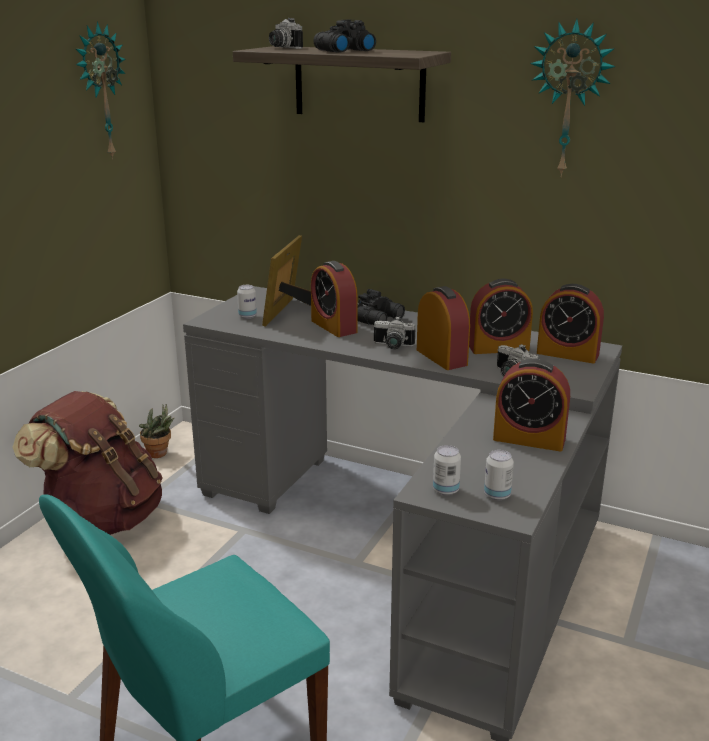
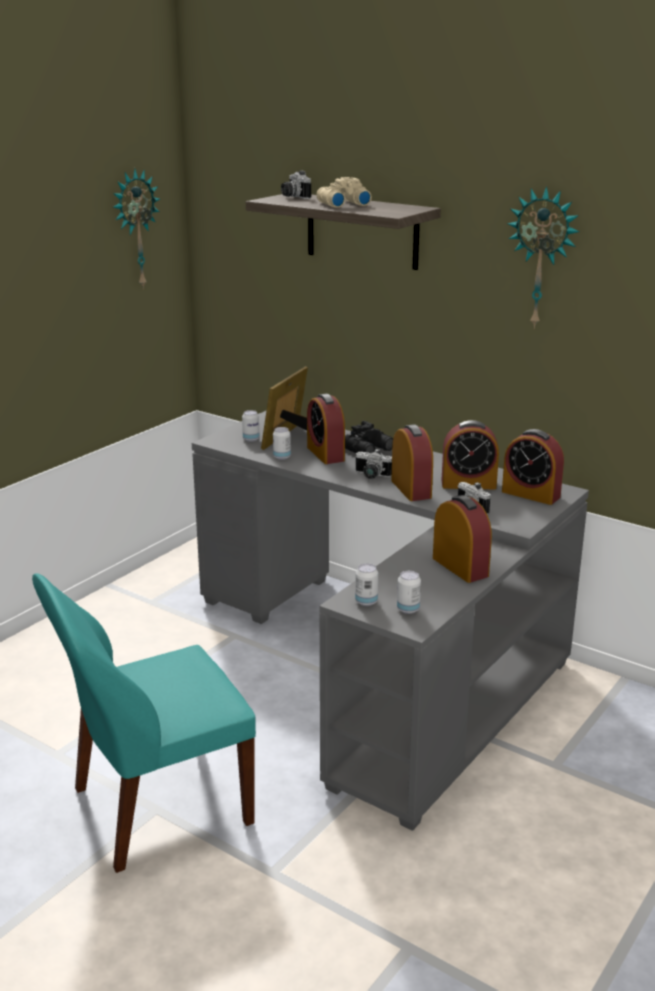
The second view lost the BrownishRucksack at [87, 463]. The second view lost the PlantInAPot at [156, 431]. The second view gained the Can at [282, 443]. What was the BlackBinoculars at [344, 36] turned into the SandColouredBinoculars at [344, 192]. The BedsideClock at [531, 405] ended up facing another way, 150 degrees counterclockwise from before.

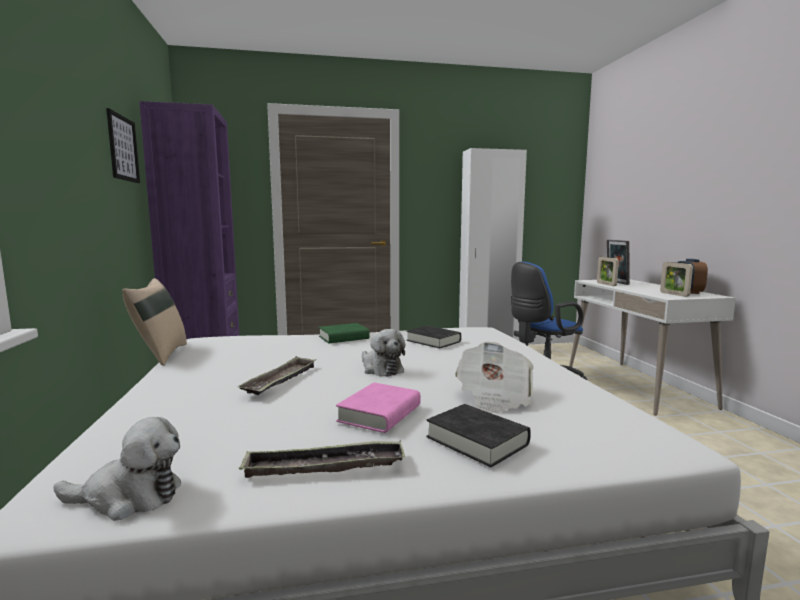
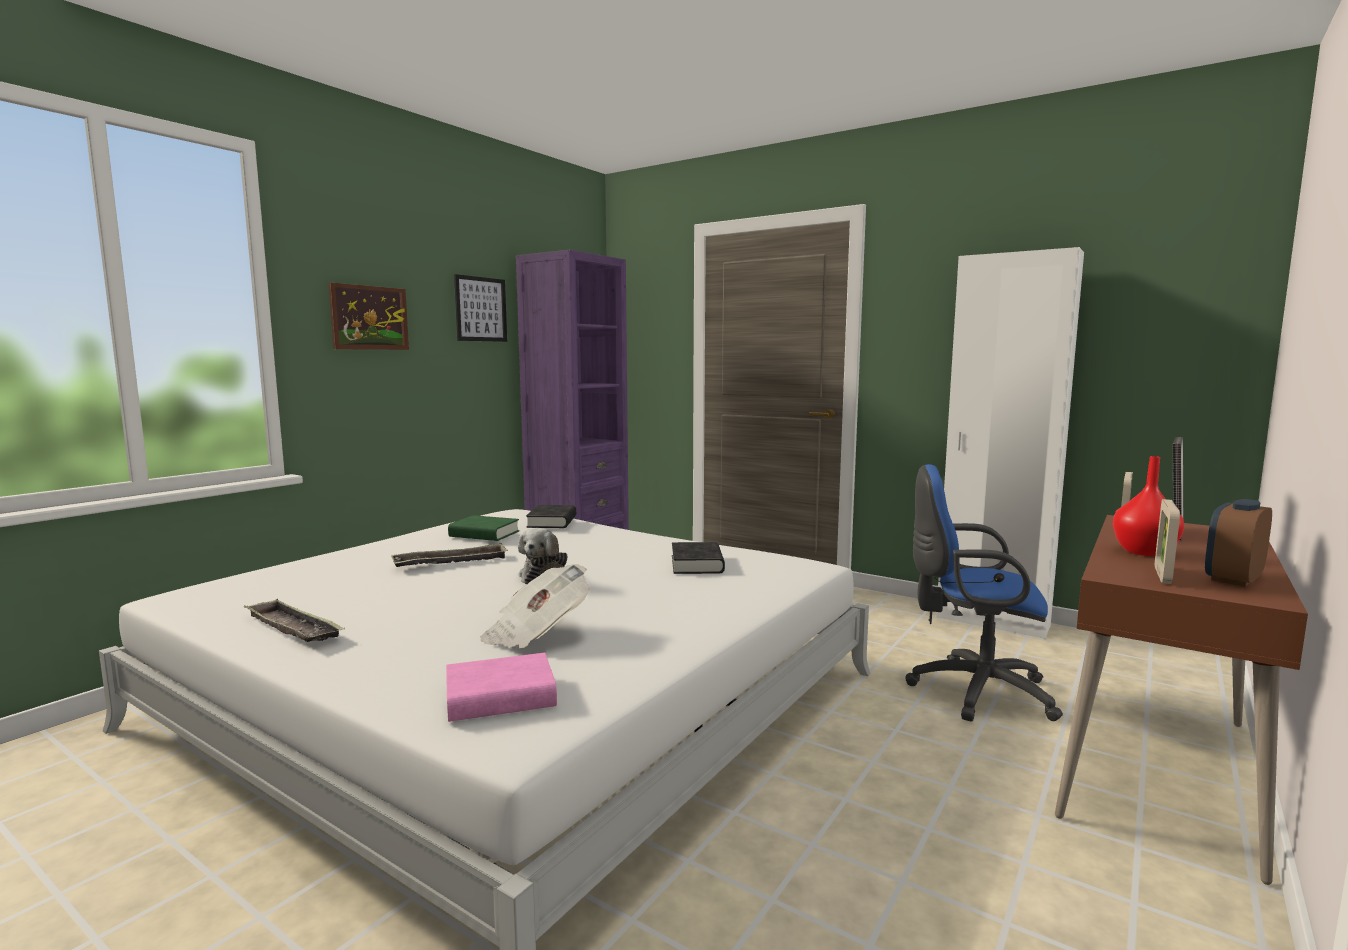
The second view lost the CuddlyToy at [117, 469]. The second view lost the SandColouredCushion at [154, 322]. The second view gained the Picture at [368, 316]. The second view gained the RedColouredFlowerVase at [1148, 506]. The GreenColouredBoundBook ended up elsewhere, having gone from [344, 333] to [483, 528]. The PinkBoundBook ended up elsewhere, having gone from [378, 407] to [501, 687]. The BlackBoundBook ended up elsewhere, having gone from [478, 435] to [551, 516]. What was the WhitishDesk at [652, 347] turned into the BrownishDesk at [1181, 700].

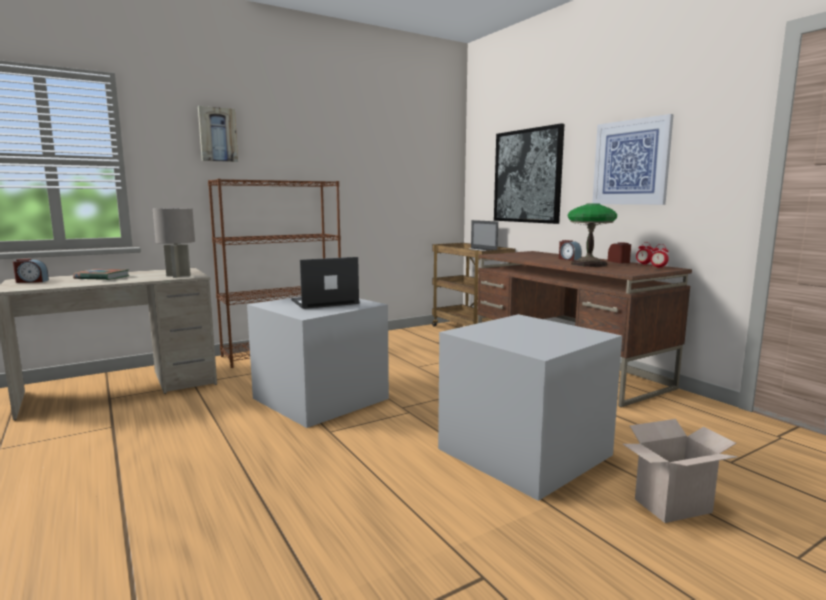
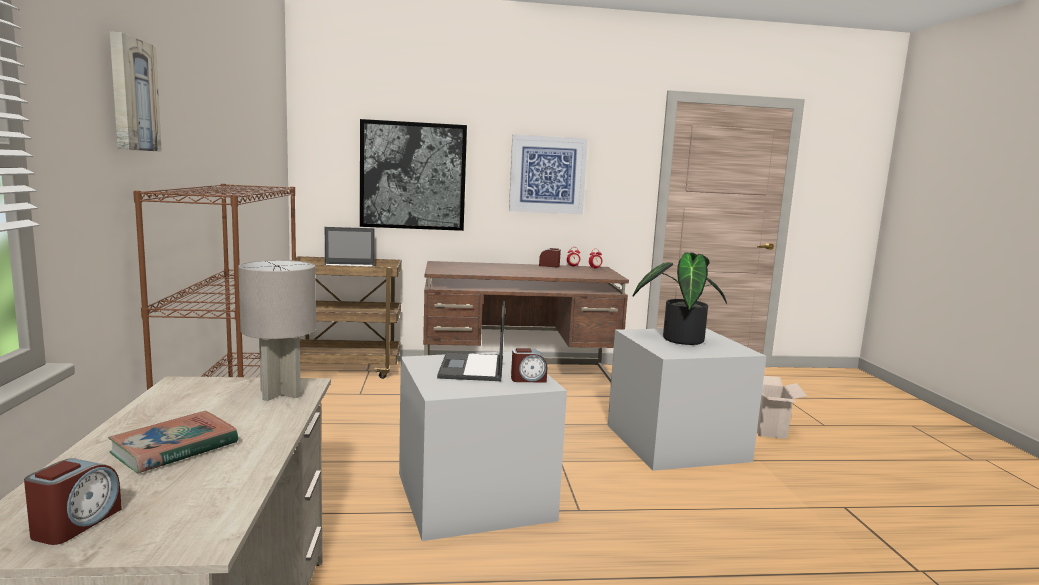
The second view lost the TableLamp at [592, 235]. The second view gained the PlantInAPot at [680, 298]. The BedsideClock ended up elsewhere, having gone from [570, 250] to [529, 365].

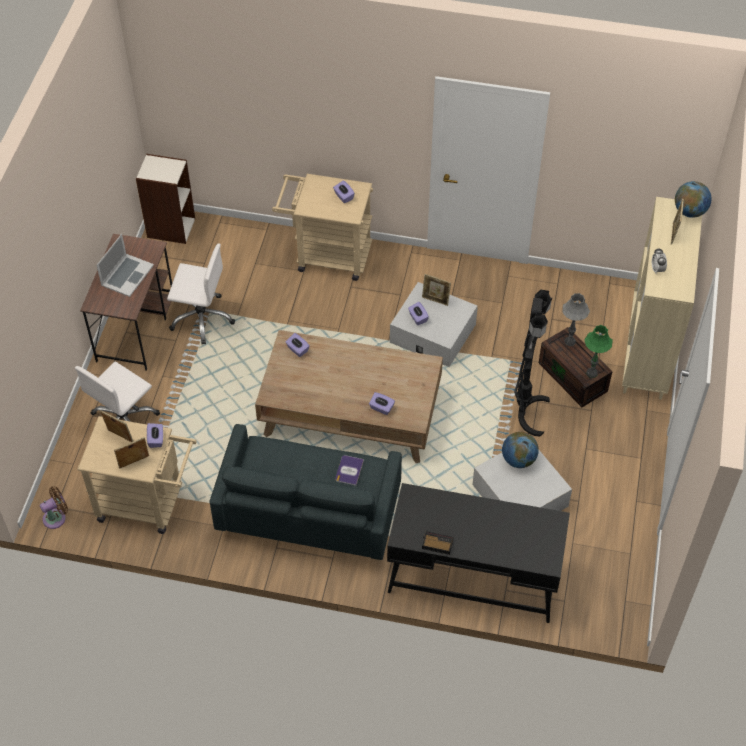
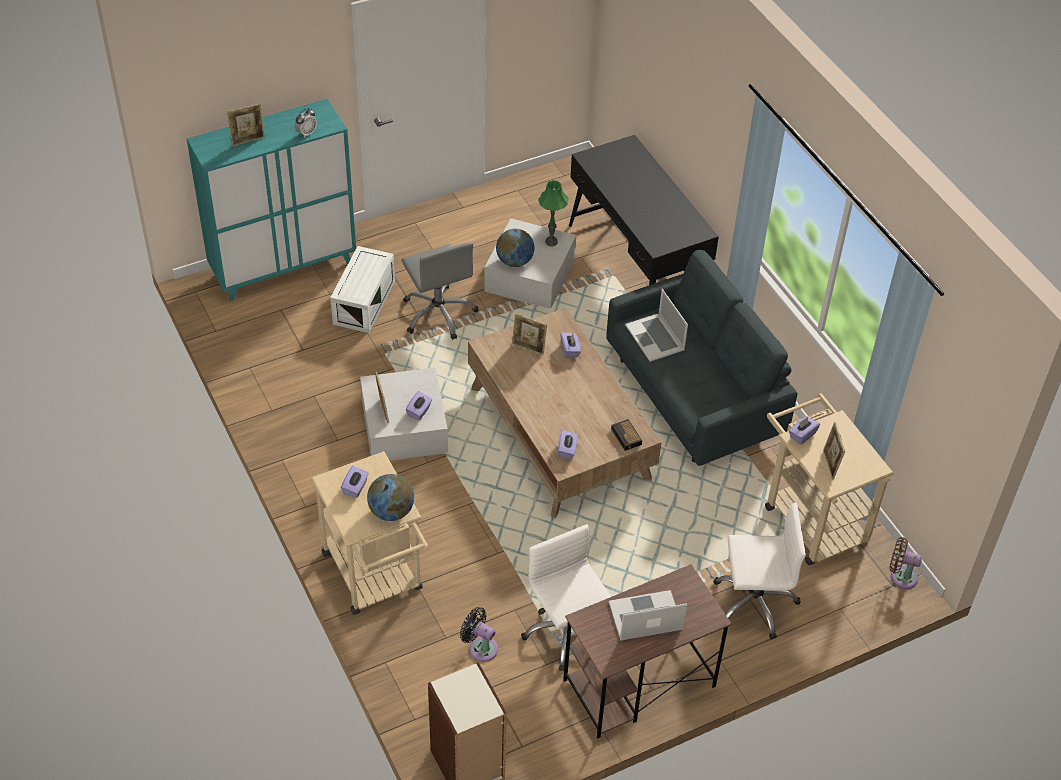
The second view lost the GreyTableLamp at [576, 319]. The second view gained the BlackFan at [479, 634]. The PictureFrame ended up elsewhere, having gone from [131, 453] to [529, 334]. The BedsideClock ended up elsewhere, having gone from [437, 543] to [626, 435]. The GreenColouredTableLamp ended up elsewhere, having gone from [599, 351] to [553, 213]. The DeskGlobe ended up elsewhere, having gone from [693, 199] to [390, 497]. Where the BoundBook stood at [349, 470], the Laptop came to stand at [656, 325]. Where the BlackStandardLamp stood at [533, 363], the GreyOfficeChair came to stand at [439, 291]. What was the BrownishStorageBox at [576, 367] turned into the WhitishStorageBox at [362, 289]. What was the SandColouredCupboard at [662, 298] turned into the TurquoiseCupboard at [271, 200].

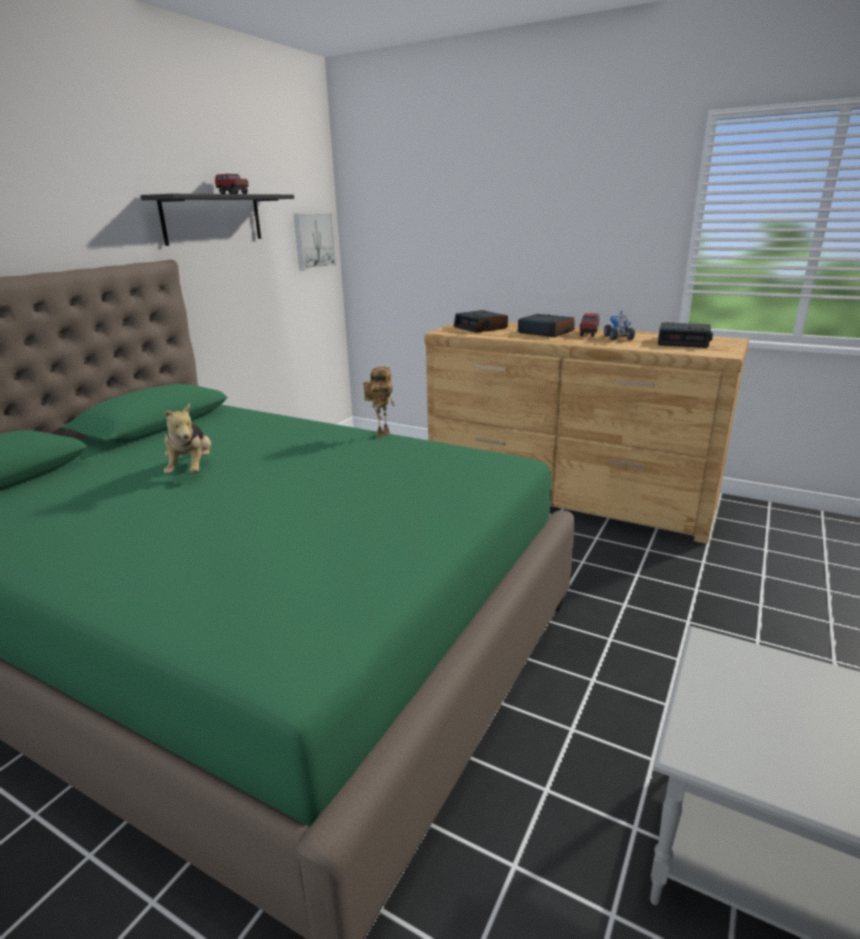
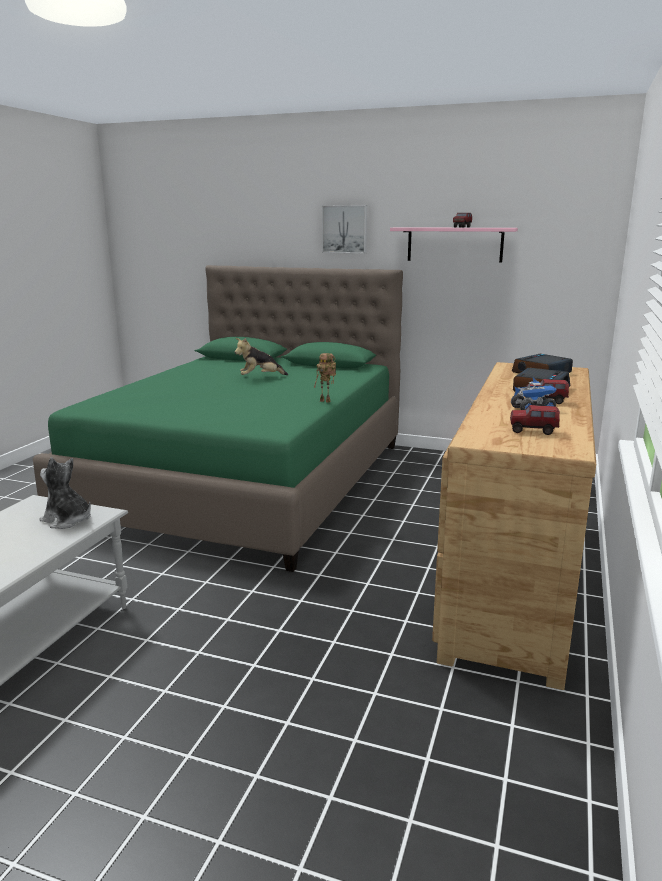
The second view gained the CuddlyToy at [65, 493]. The Picture ended up elsewhere, having gone from [315, 241] to [344, 229]. Where the BedsideClock stood at [685, 335], the ToyLorry came to stand at [535, 420]. What was the BlackWallShelf at [217, 220] turned into the PinkWallShelf at [454, 244].

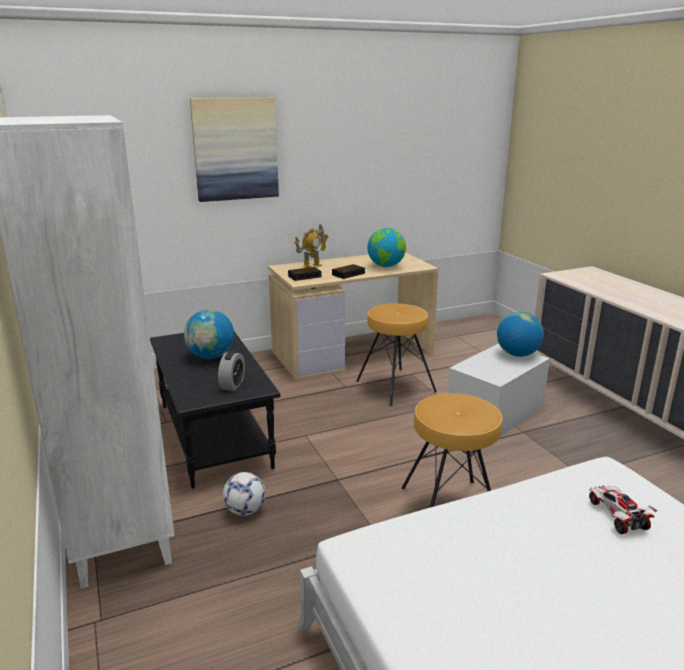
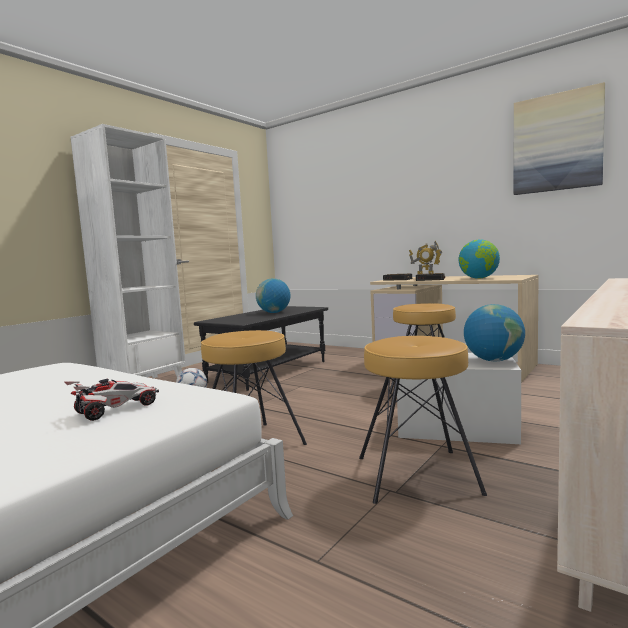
The second view lost the BedsideClock at [231, 371]. The second view gained the BrownishStoolSeat at [423, 420]. The Picture ended up elsewhere, having gone from [234, 149] to [559, 138].

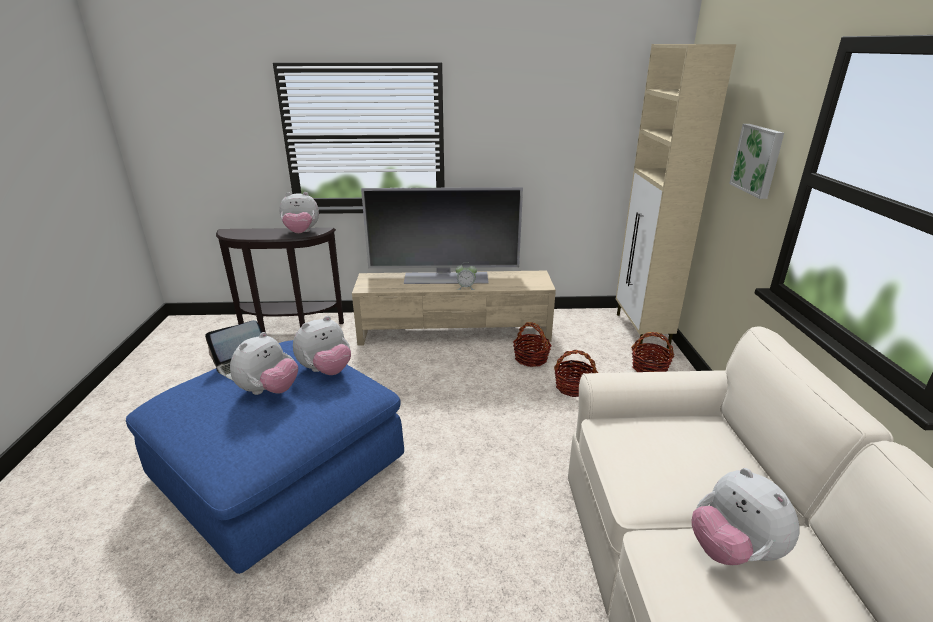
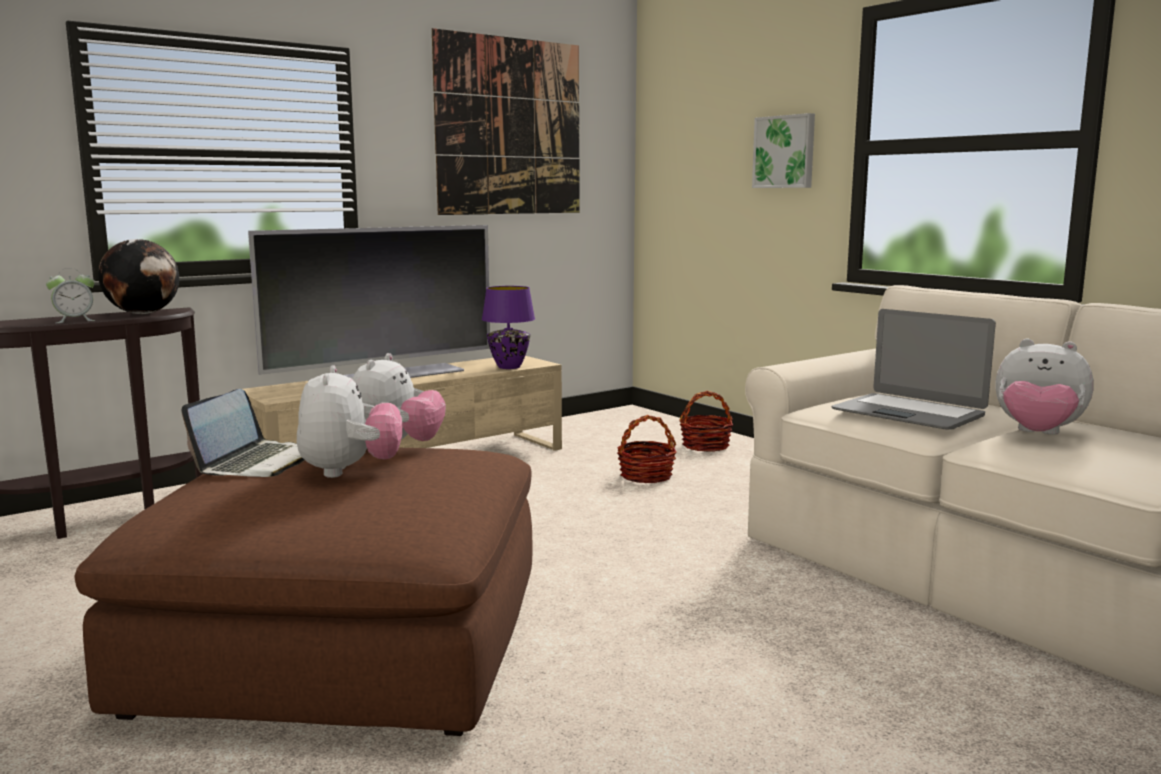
The second view lost the Basket at [532, 344]. The second view lost the SandColouredCupboard at [676, 196]. The second view gained the Picture at [505, 121]. The second view gained the PurpleTableLamp at [508, 327]. The second view gained the Laptop at [914, 369]. The BedsideClock ended up elsewhere, having gone from [466, 276] to [71, 295]. Where the CuddlyToy stood at [299, 212], the DeskGlobe came to stand at [138, 276]. What was the BlueColouredFootrest at [265, 457] turned into the BrownishFootrest at [303, 592].

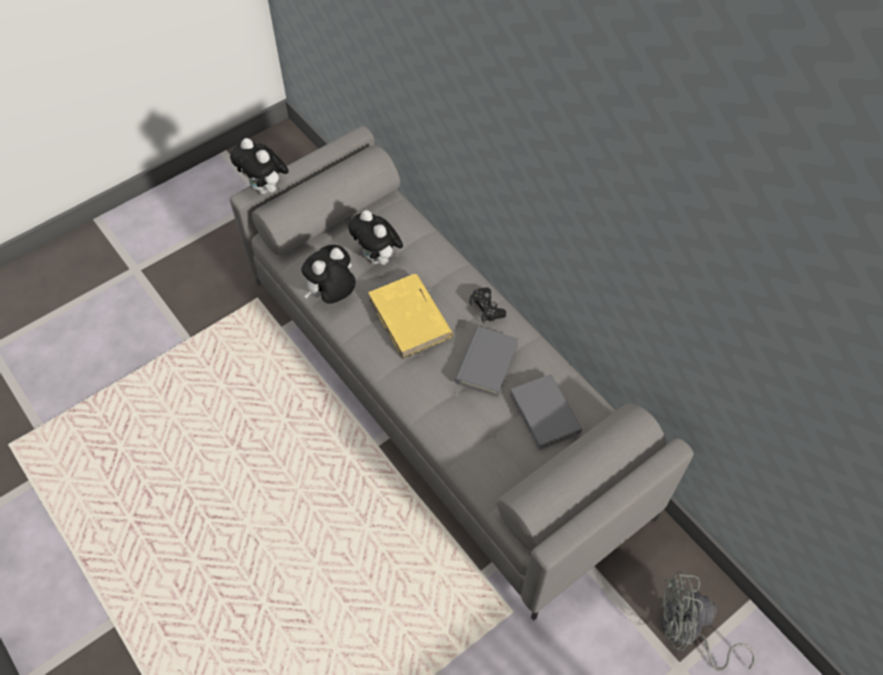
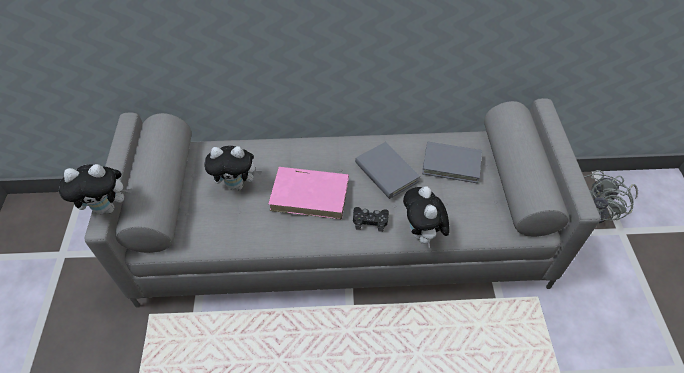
The CuddlyToy ended up elsewhere, having gone from [329, 274] to [426, 217]. The BlackJoypad ended up elsewhere, having gone from [487, 305] to [371, 219]. What was the YellowBoundBook at [410, 316] turned into the PinkBoundBook at [308, 193].

